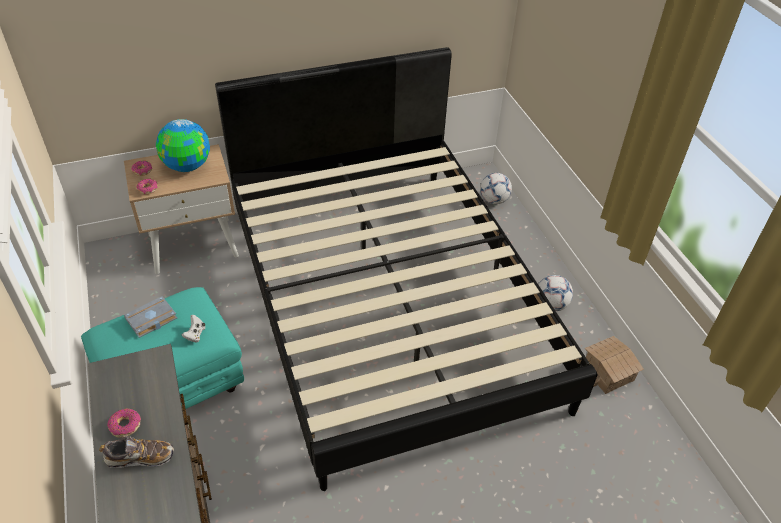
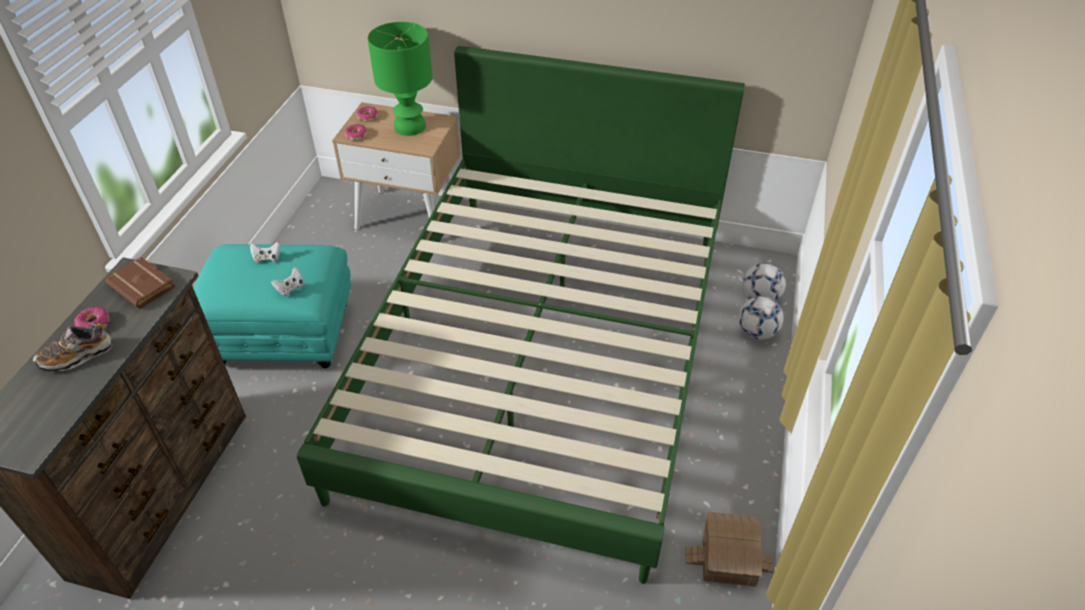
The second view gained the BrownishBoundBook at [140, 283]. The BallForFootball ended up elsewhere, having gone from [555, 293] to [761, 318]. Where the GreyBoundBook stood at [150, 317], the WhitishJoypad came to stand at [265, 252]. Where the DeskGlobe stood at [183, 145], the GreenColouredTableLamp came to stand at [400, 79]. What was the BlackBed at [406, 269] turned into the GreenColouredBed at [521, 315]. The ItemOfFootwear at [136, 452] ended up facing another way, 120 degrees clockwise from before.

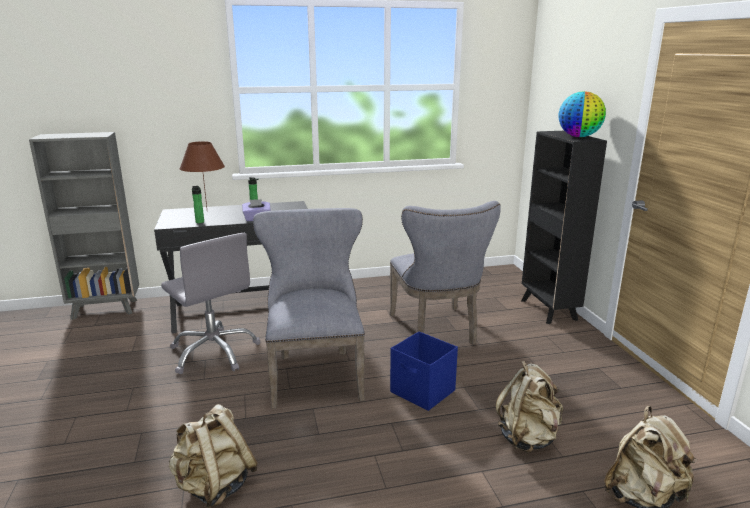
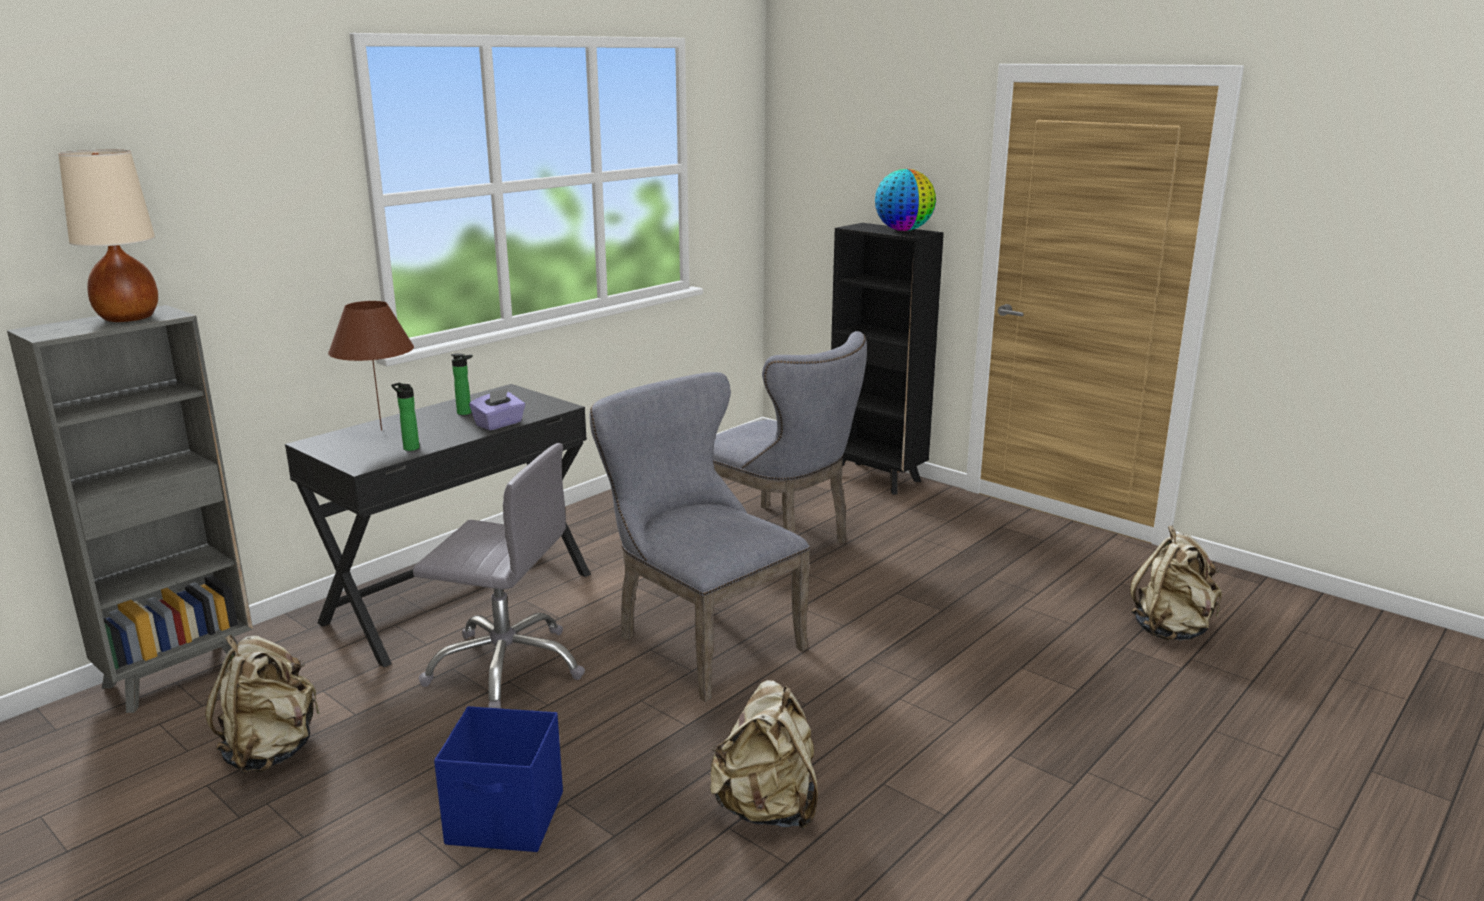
The second view gained the SandColouredTableLamp at [108, 236]. The BlueColouredStorageBox ended up elsewhere, having gone from [424, 371] to [498, 779]. The SandColouredRucksack ended up elsewhere, having gone from [529, 407] to [262, 704].

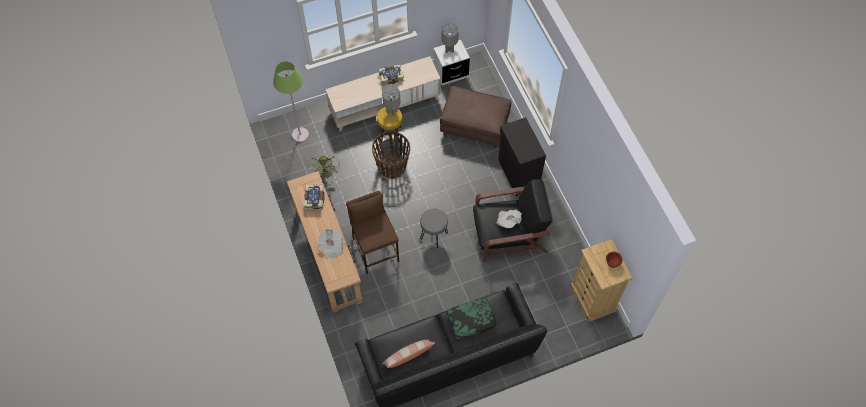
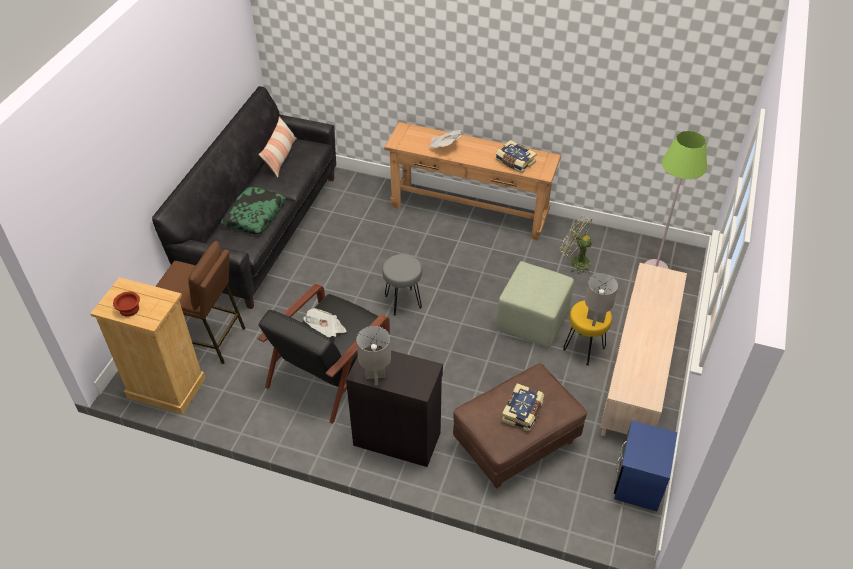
The BrownishStoolSeat ended up elsewhere, having gone from [372, 232] to [200, 302]. The BoundBook ended up elsewhere, having gone from [391, 75] to [522, 407]. The GreyTableLamp ended up elsewhere, having gone from [450, 38] to [373, 355]. Where the Basket stood at [391, 155], the GreenColouredFootrest came to stand at [535, 304]. What was the WhitishBedsideTable at [452, 62] turned into the BlueColouredBedsideTable at [645, 465].

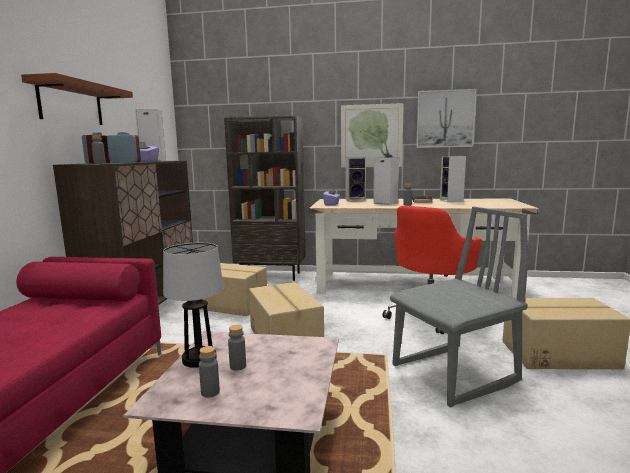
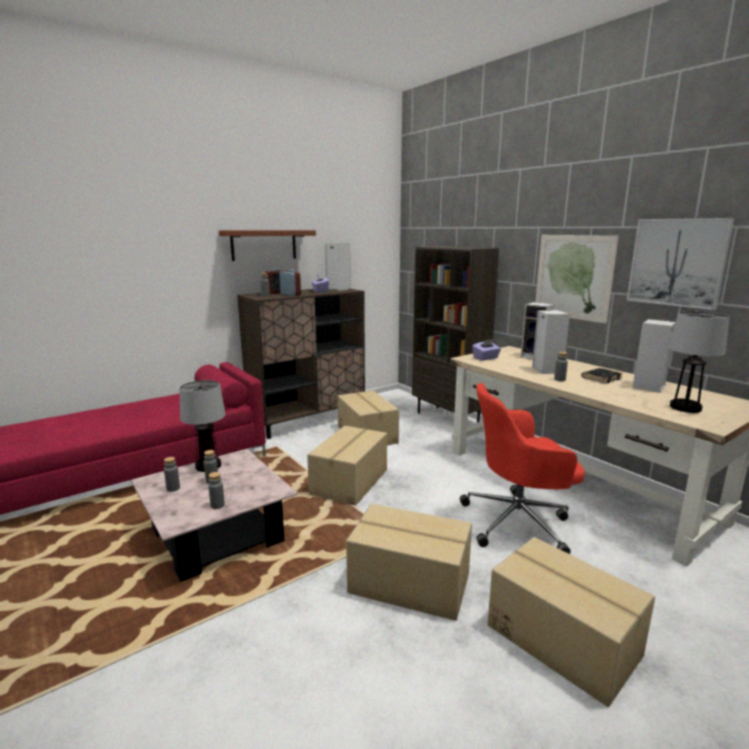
The second view gained the GreyBeverageBottle at [216, 490]. The second view gained the TableLamp at [699, 362]. Where the GreyUprightChair stood at [459, 307], the Carton came to stand at [409, 562].

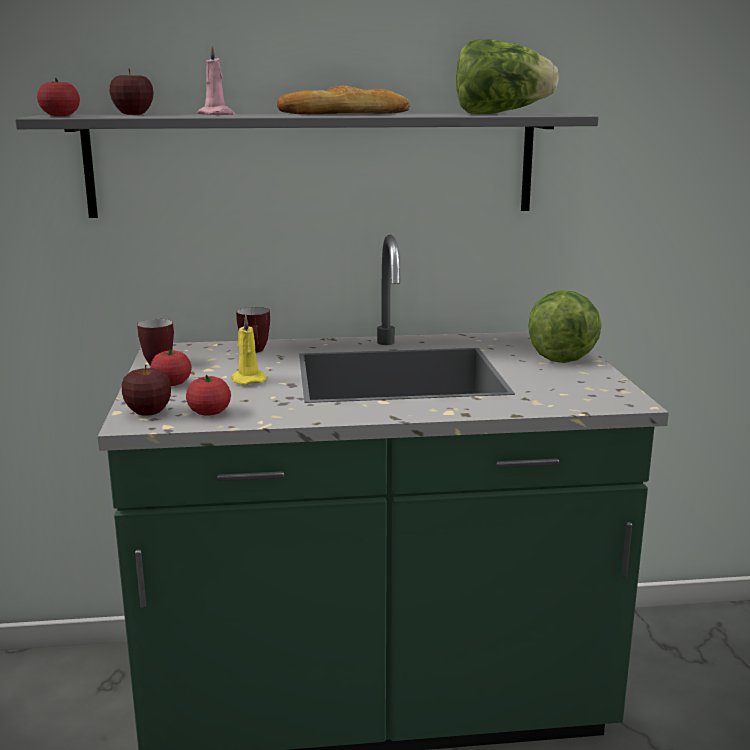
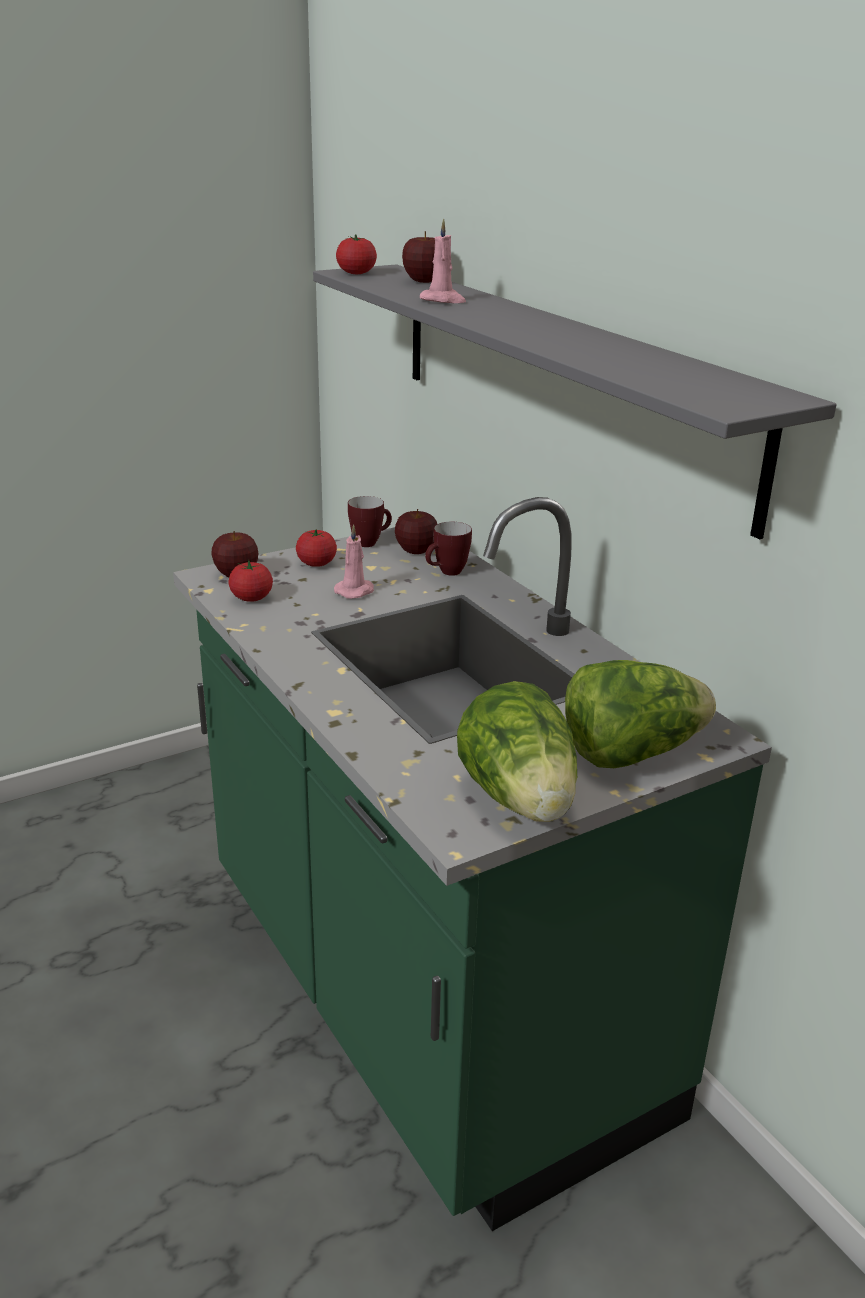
The second view lost the BakedBread at [343, 100]. The second view gained the Apple at [416, 531]. The Lettuce ended up elsewhere, having gone from [507, 76] to [517, 751]. What was the YellowCandle at [249, 350] turned into the PinkCandle at [354, 561].

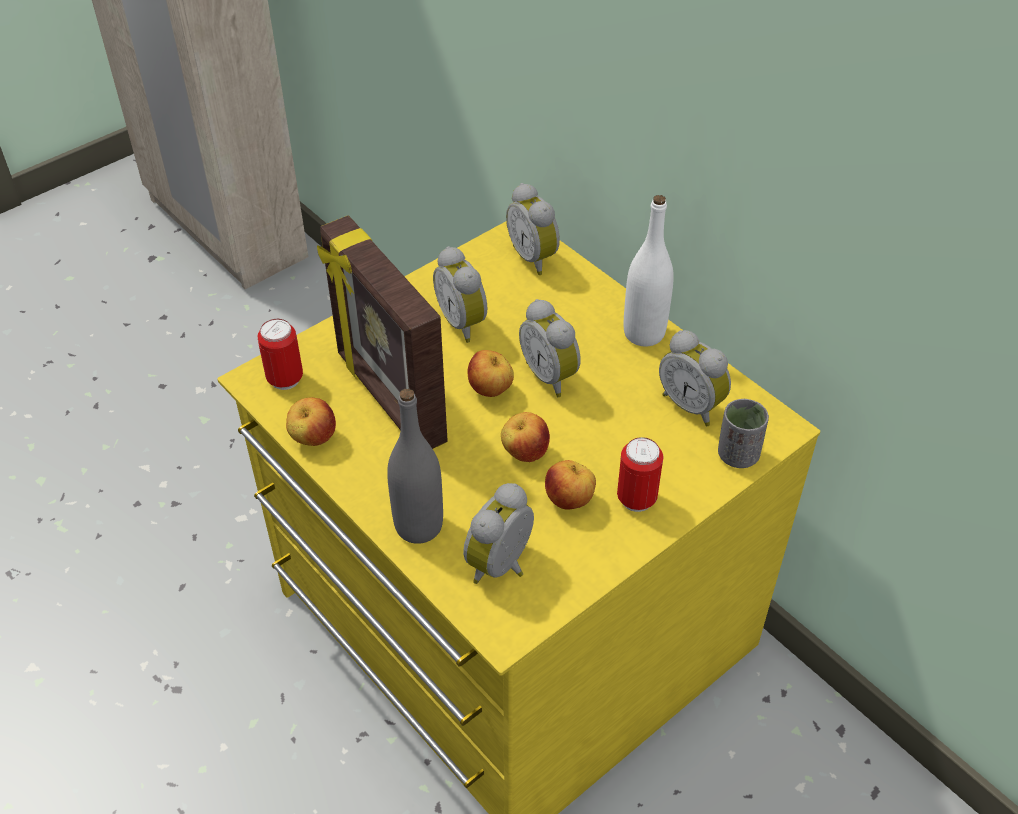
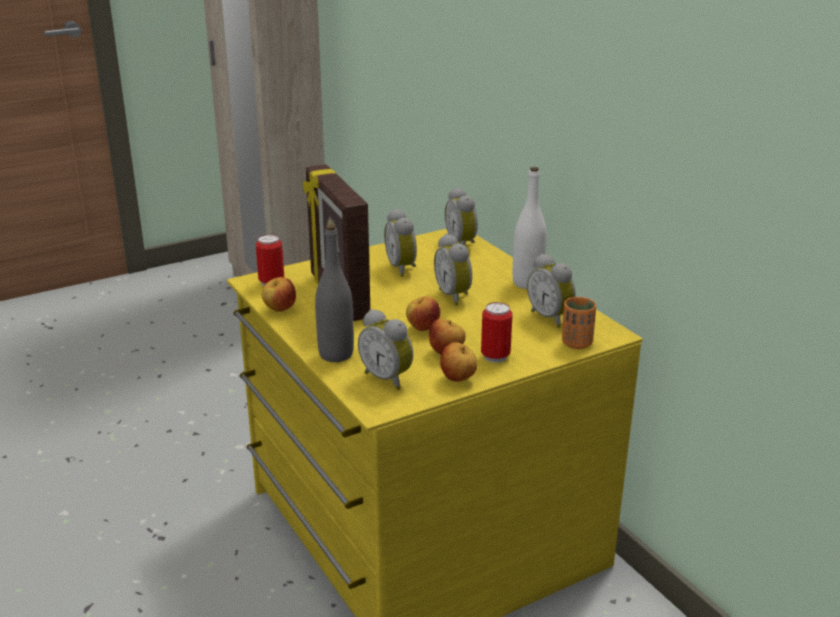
The Apple ended up elsewhere, having gone from [490, 373] to [459, 362]. What was the GreyCup at [743, 433] turned into the OrangeCup at [579, 323]. The BedsideClock at [498, 533] ended up facing another way, 90 degrees counterclockwise from before.

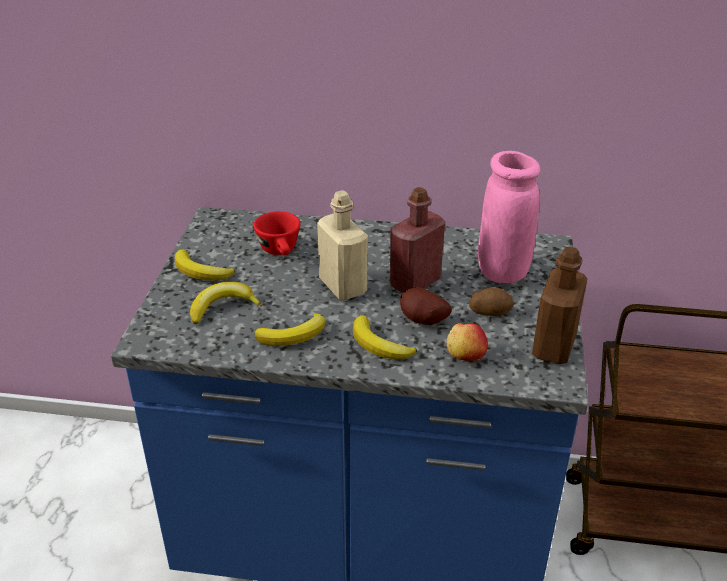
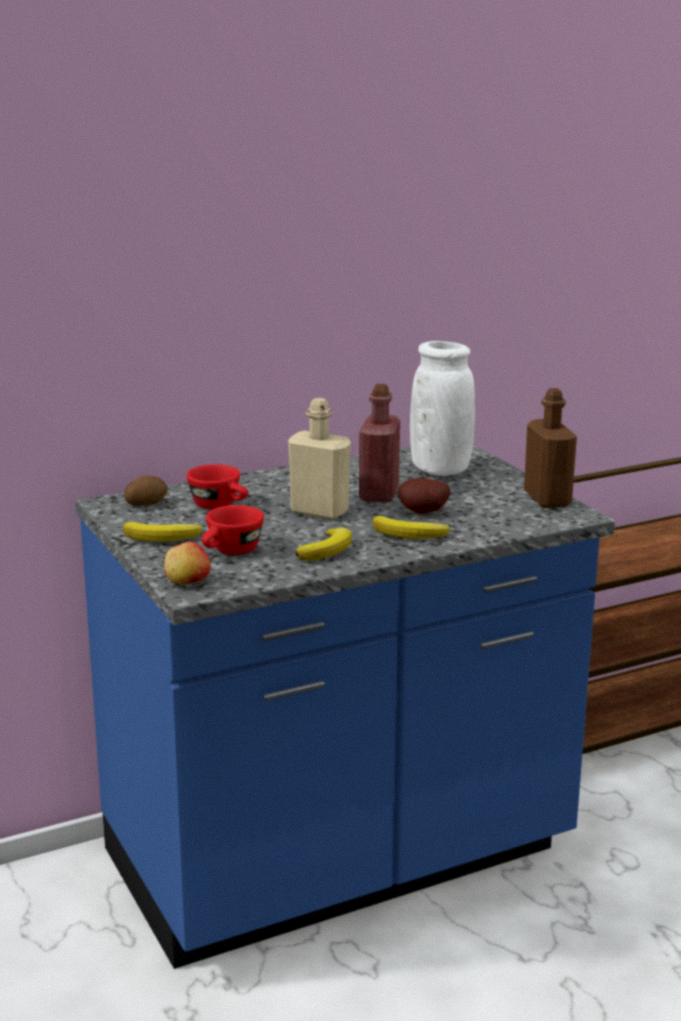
The Apple ended up elsewhere, having gone from [467, 342] to [187, 563]. The Potato ended up elsewhere, having gone from [491, 302] to [146, 491]. Where the BananaFruit stood at [226, 303], the RedColouredCup came to stand at [233, 530]. What was the PinkFlowerVase at [509, 217] turned into the WhitishFlowerVase at [442, 408].

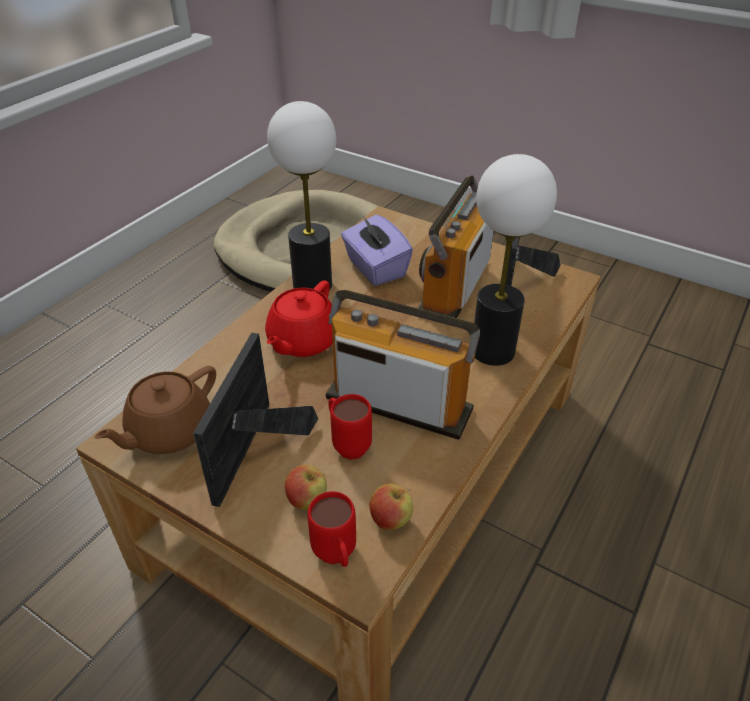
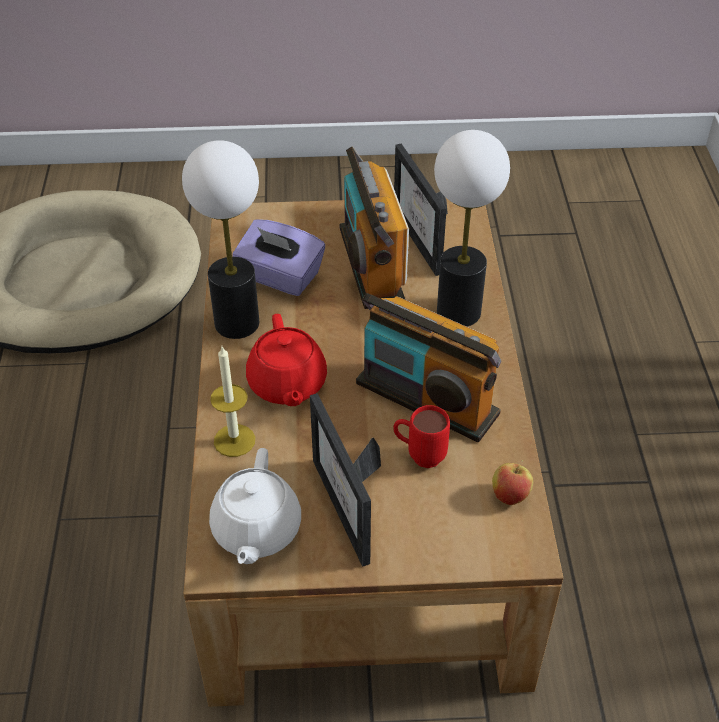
The second view lost the Apple at [306, 487]. The second view lost the RedColouredTeaMug at [331, 529]. The second view gained the Candle at [232, 401]. What was the BrownishTeaPot at [155, 410] turned into the WhitishTeaPot at [255, 506]. The RadioSet at [403, 365] ended up facing another way, 135 degrees counterclockwise from before.

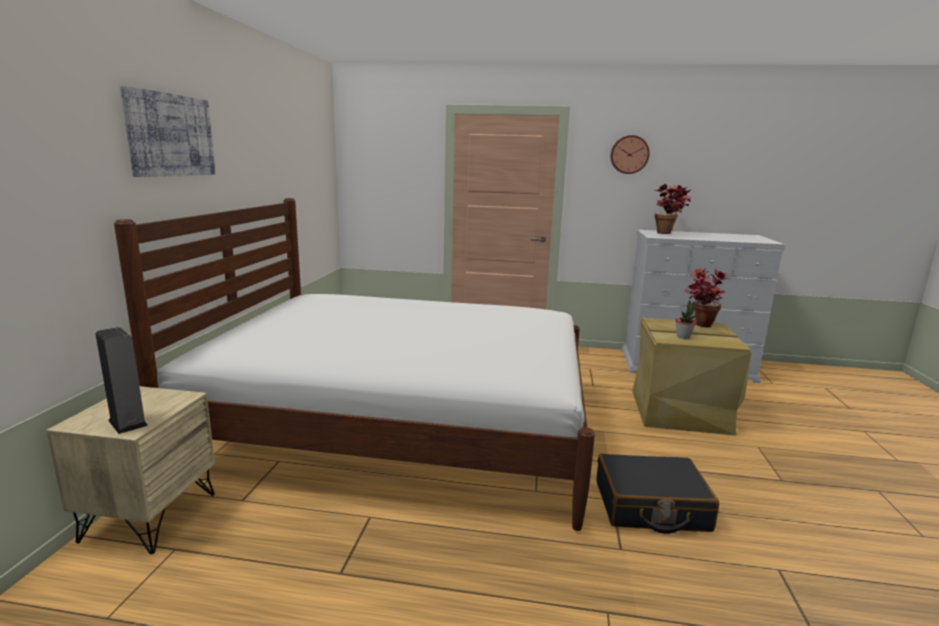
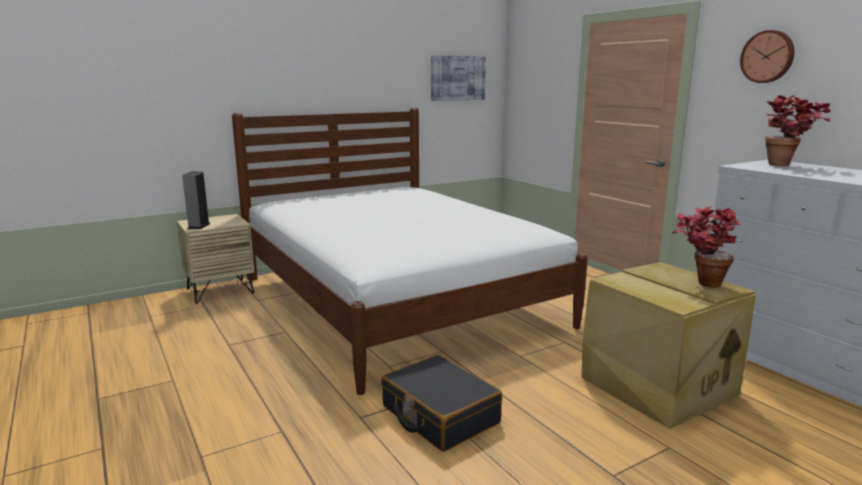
The second view lost the PlantInAPot at [687, 319]. The Picture ended up elsewhere, having gone from [168, 131] to [458, 78].

